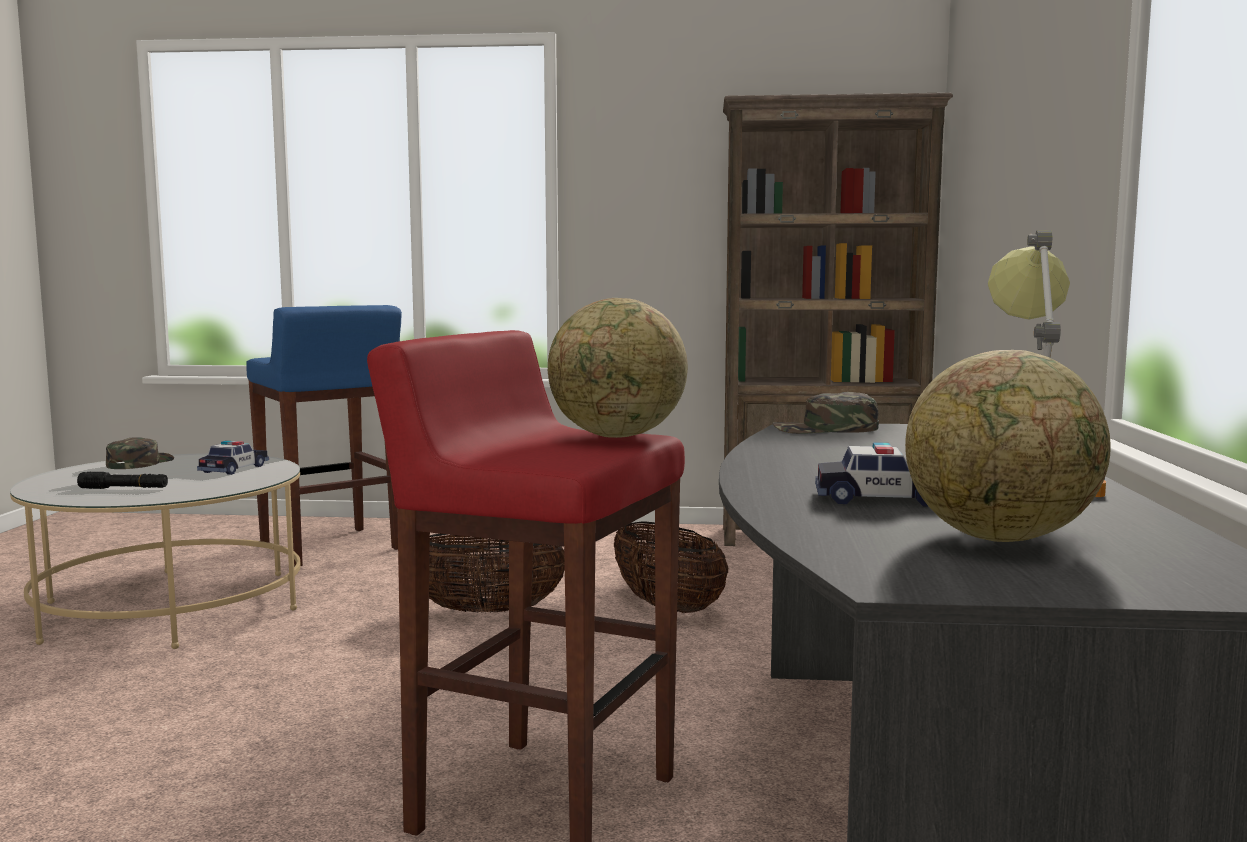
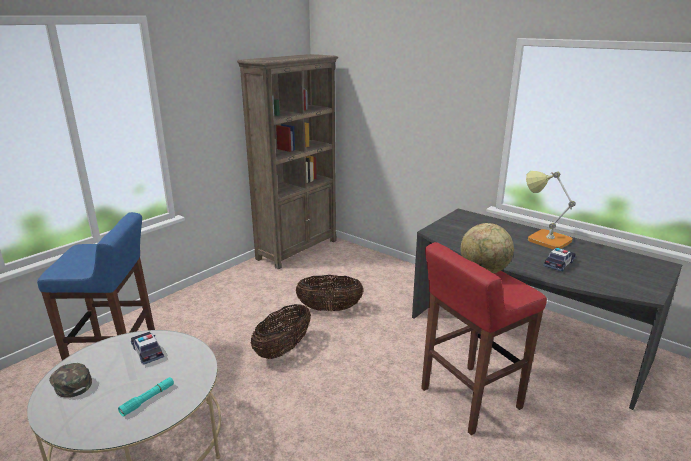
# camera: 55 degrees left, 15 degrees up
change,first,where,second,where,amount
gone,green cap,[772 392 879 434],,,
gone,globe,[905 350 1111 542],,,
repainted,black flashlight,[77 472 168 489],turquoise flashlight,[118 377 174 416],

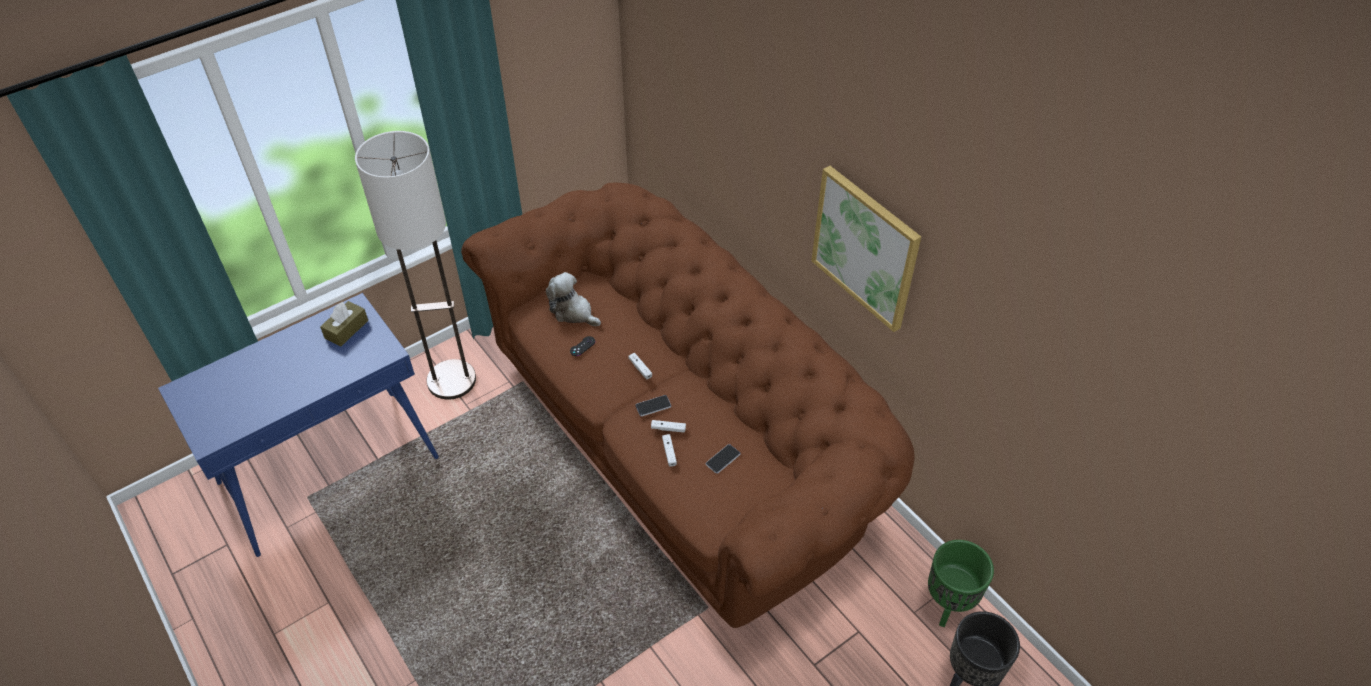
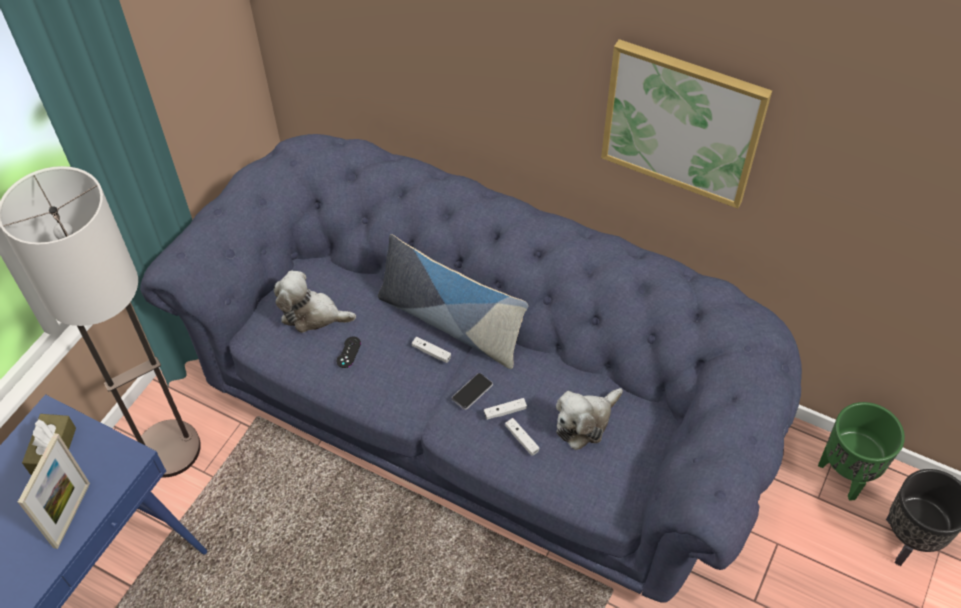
# camera: 25 degrees left, 5 degrees up
change,first,where,second,where,amount
new,,,picture frame,[18 433 90 549],
new,,,pillow,[378 234 528 369],
swapped,phone,[706 444 740 474],plush toy,[556 388 623 450],
repainted,brown sofa,[461 182 914 628],blue sofa,[140 134 802 603],

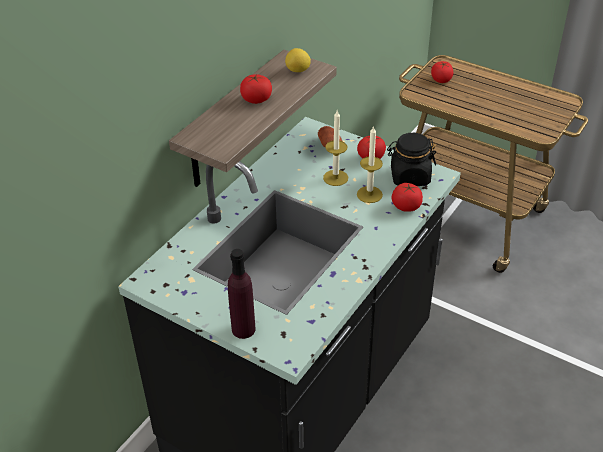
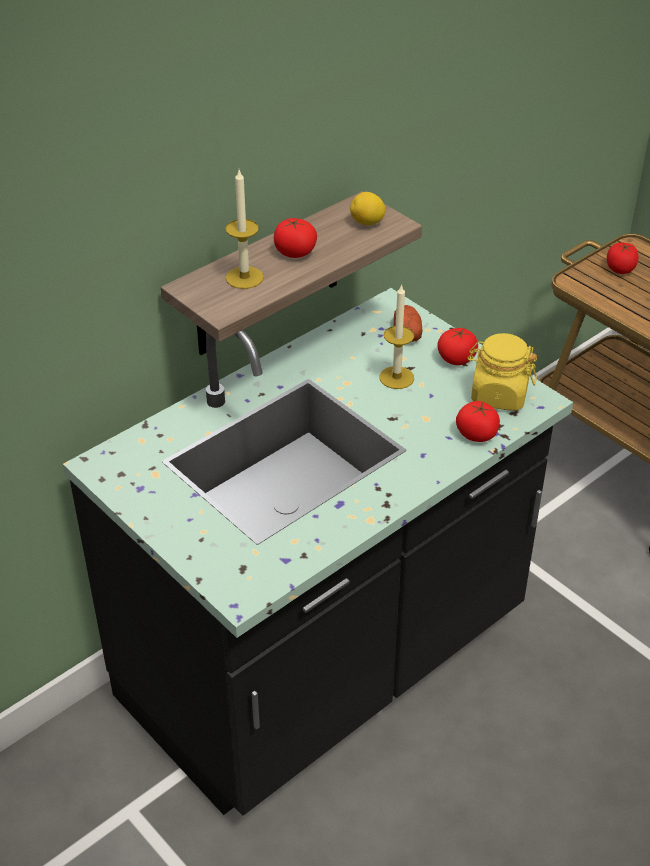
# camera: 15 degrees right, 0 degrees up
change,first,where,second,where,amount
gone,purple bottle,[228 249 256 339],,,
shifted,candle,[357 126 383 203],,[225 170 264 289],
repainted,black jar,[387 133 436 186],yellow jar,[467 333 537 411],

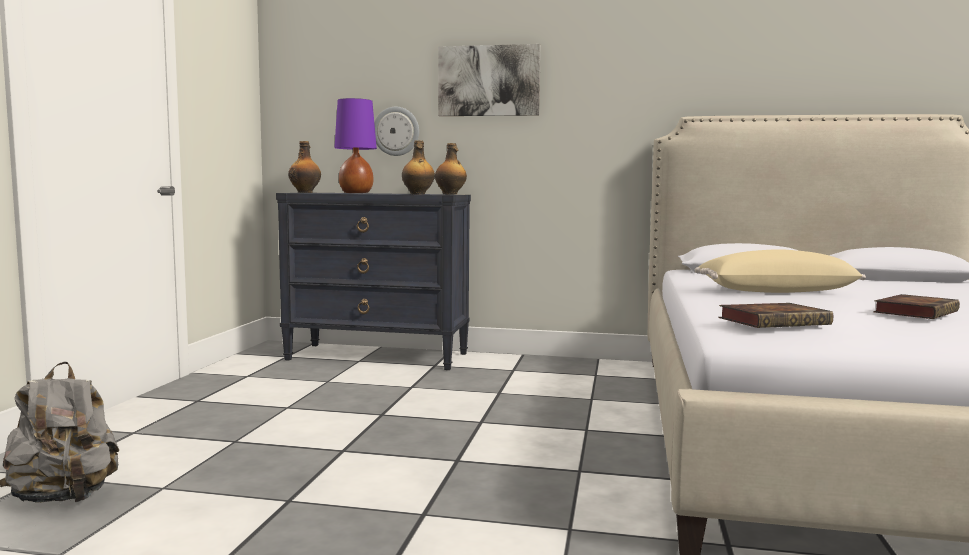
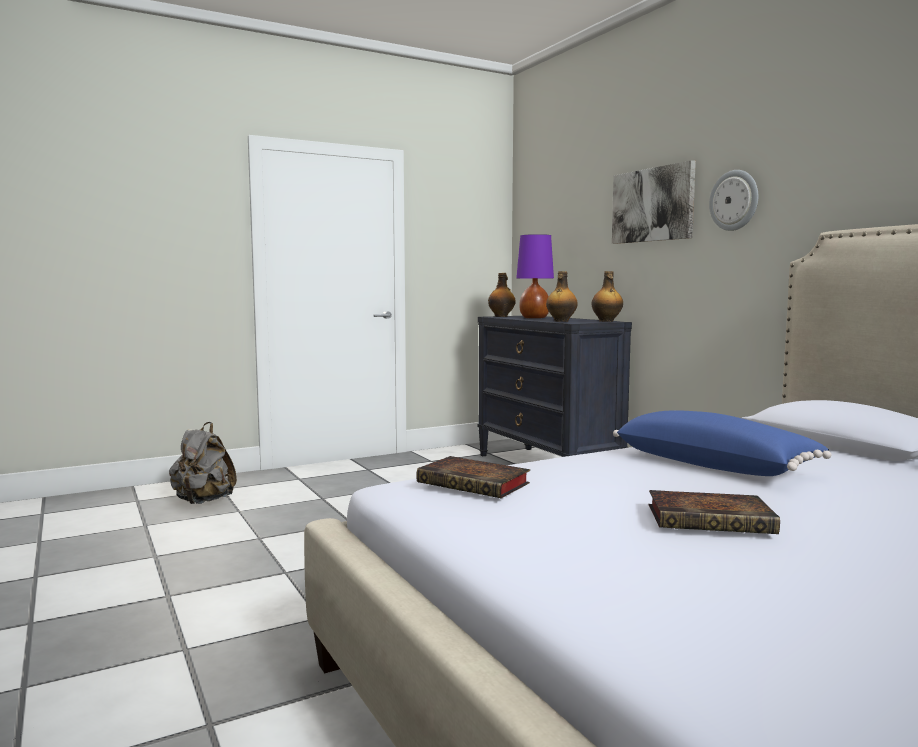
# camera: 50 degrees right, 0 degrees up
change,first,where,second,where,amount
shifted,wall clock,[374 107 419 156],,[709 170 758 231],
repainted,beige pillow,[695 249 866 293],blue pillow,[613 410 832 476],

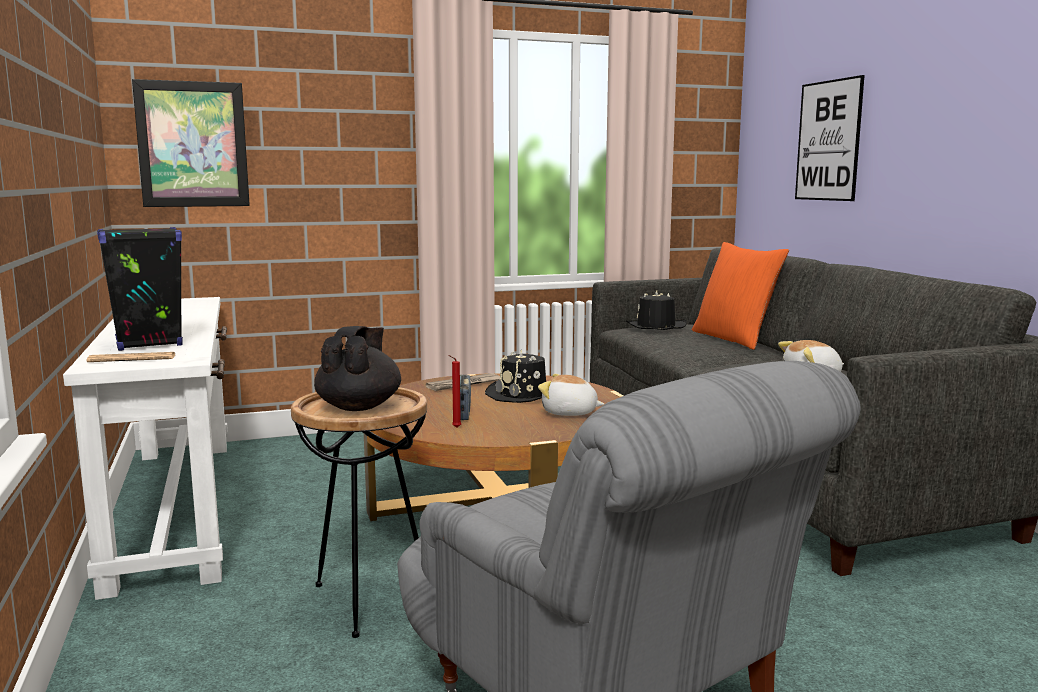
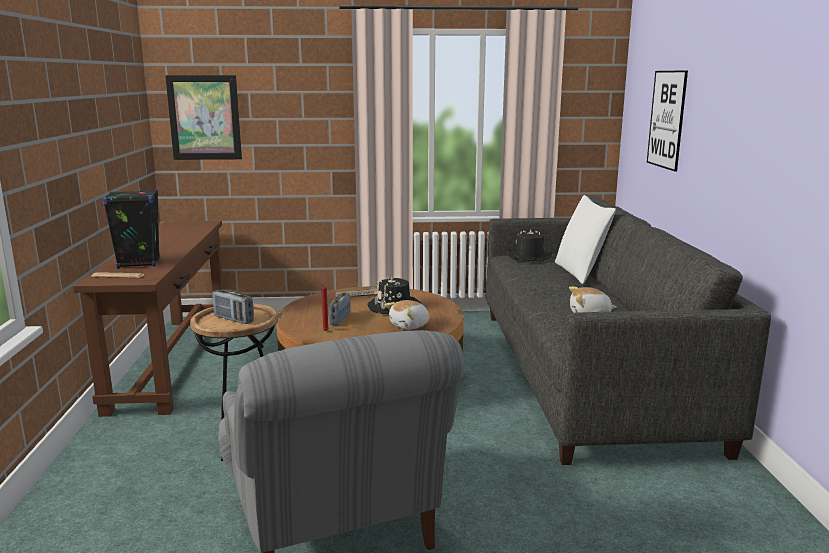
# camera: 15 degrees right, 5 degrees up
change,first,where,second,where,amount
swapped,black teapot,[314 326 401 411],radio,[212 289 254 324],
repainted,white console table,[63 297 228 600],brown console table,[73 221 224 417],
repainted,orange pillow,[692 242 789 350],white pillow,[555 195 616 284],
rotated,plush toy,[538 374 604 416],,[385 300 429 330],75 degrees counterclockwise

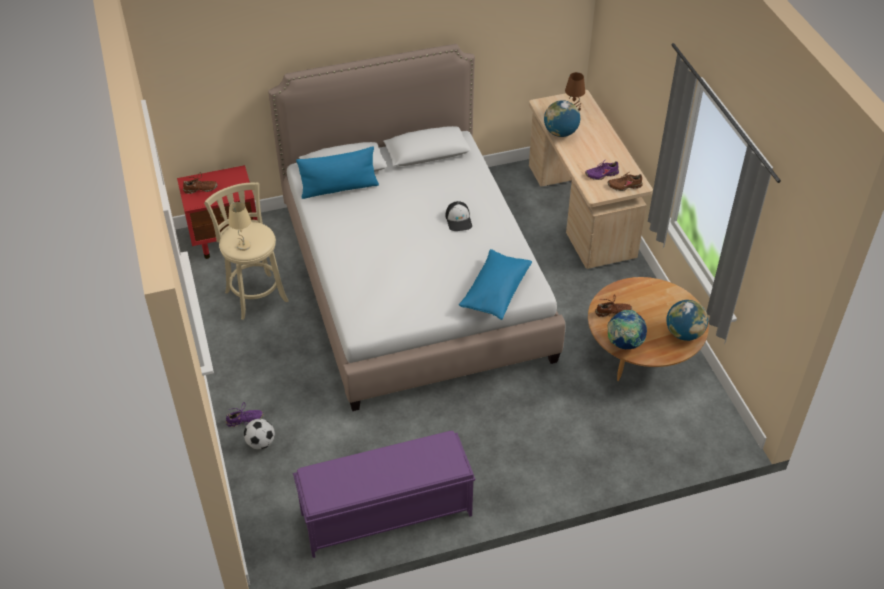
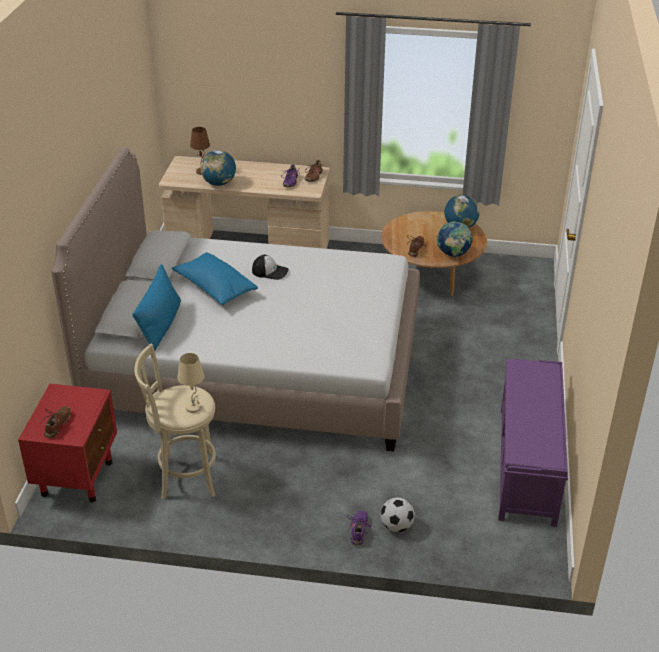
# camera: 65 degrees left, 10 degrees down
change,first,where,second,where,amount
shifted,blue pillow,[459 249 532 320],,[172 252 258 305],

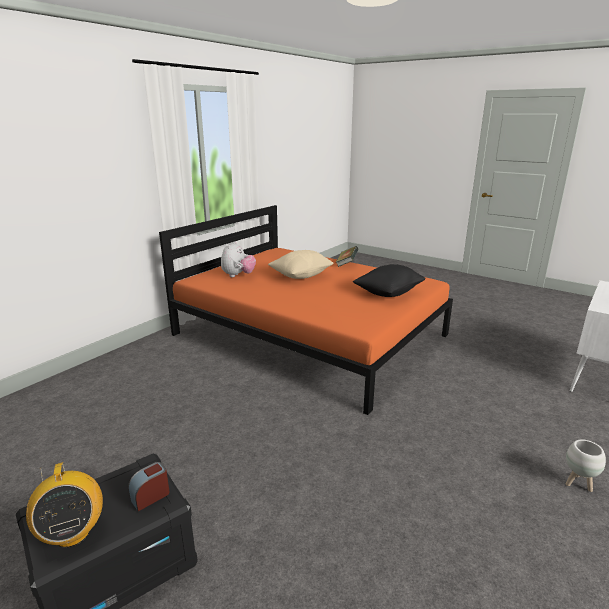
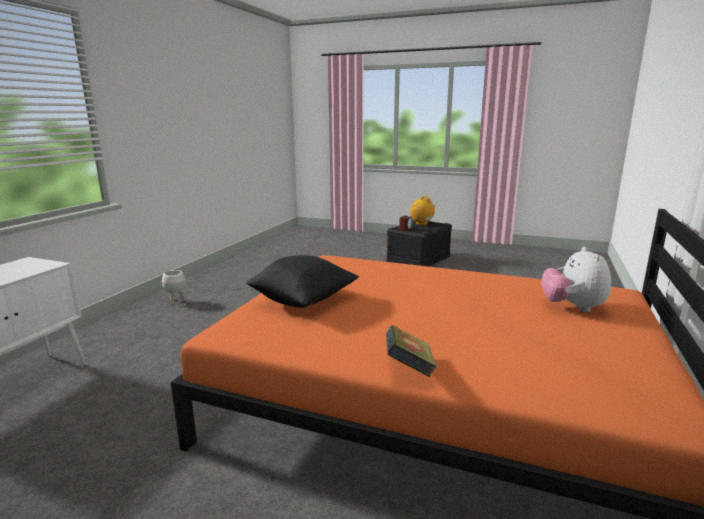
# camera: 165 degrees right, 5 degrees down
change,first,where,second,where,amount
gone,beige pillow,[268 250 333 279],,,

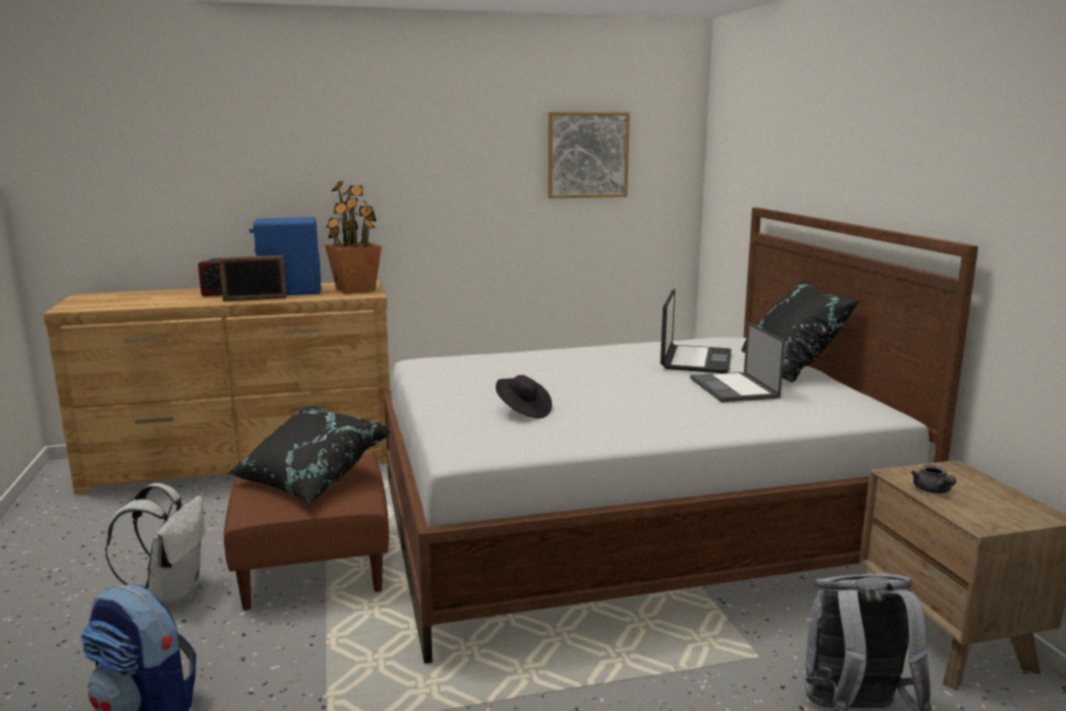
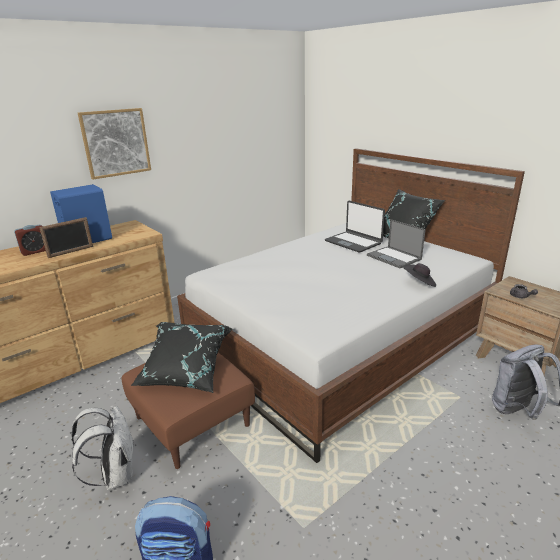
# camera: 25 degrees left, 10 degrees up
change,first,where,second,where,amount
gone,potted plant,[325 181 382 294],,,
shifted,black hat,[496 375 552 419],,[403 263 436 287],
shifted,picture,[548 112 630 198],,[78 108 151 180],
rotated,laptop,[660 289 731 373],,[325 201 385 252],150 degrees clockwise

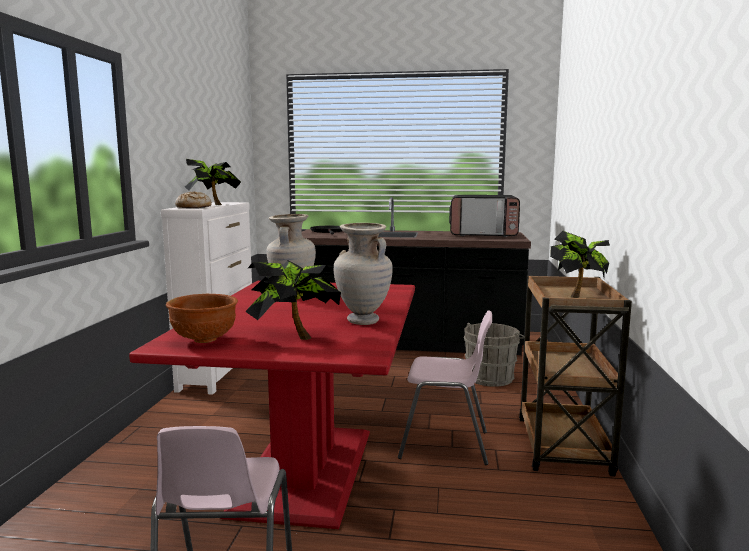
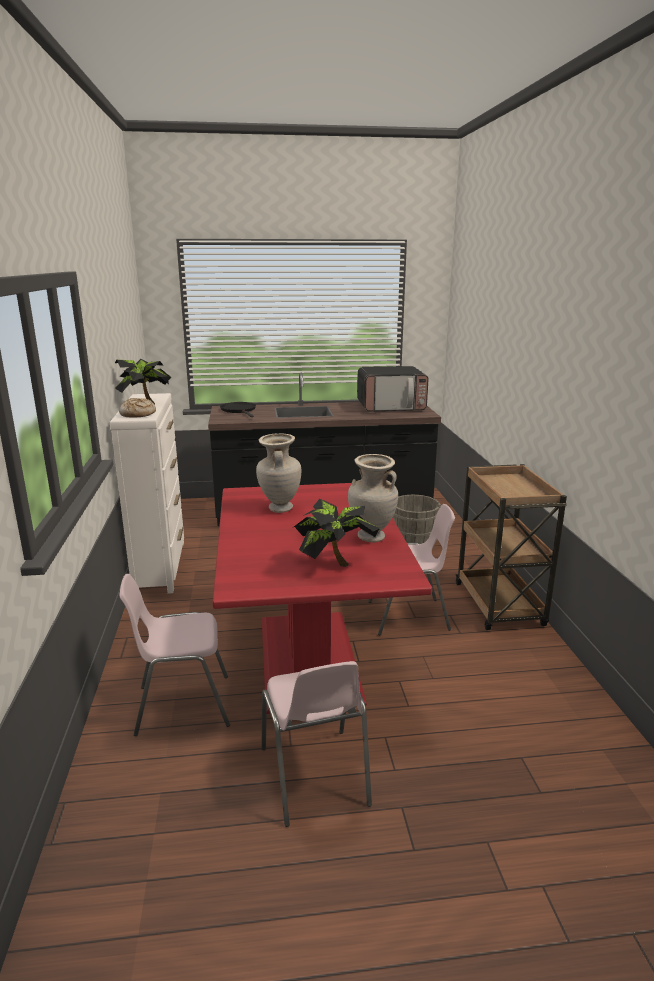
# camera: 15 degrees left, 10 degrees up
change,first,where,second,where,amount
gone,brown bowl,[166 294 238 343],,,
gone,potted plant,[550 231 610 298],,,
new,,,pink chair,[119 573 230 736],

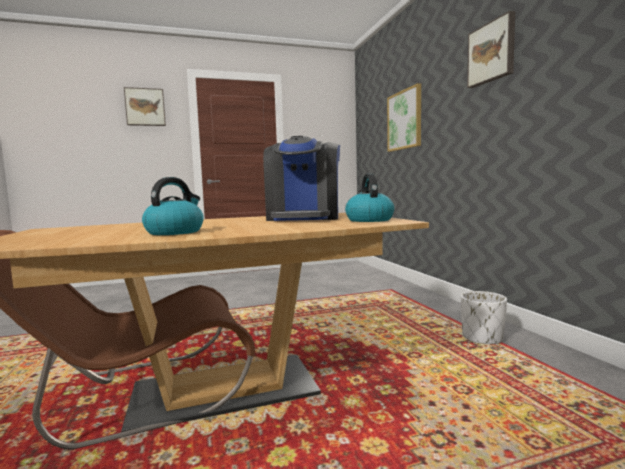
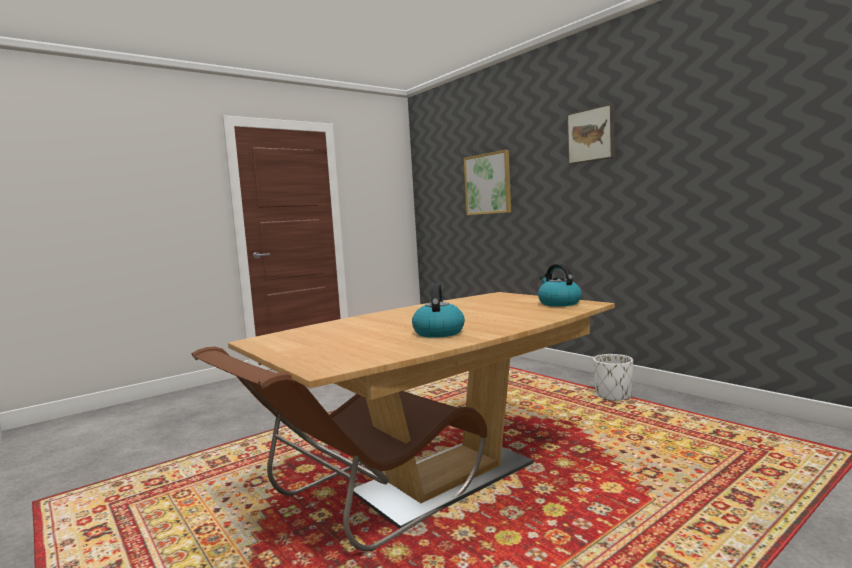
# camera: 20 degrees left, 0 degrees up
change,first,where,second,where,amount
gone,picture,[124 87 166 126],,,
gone,coffee machine,[263 136 340 221],,,

